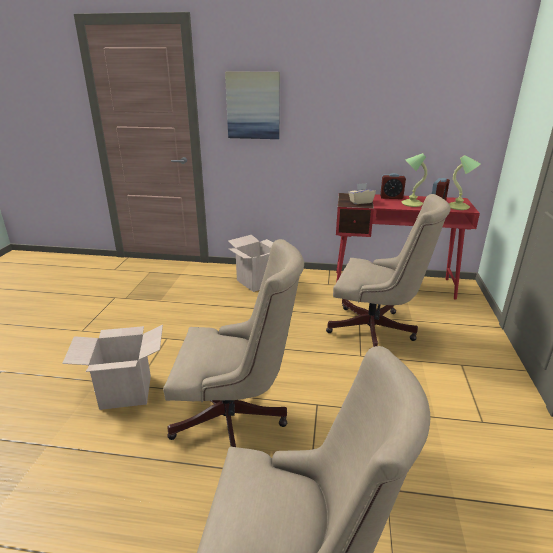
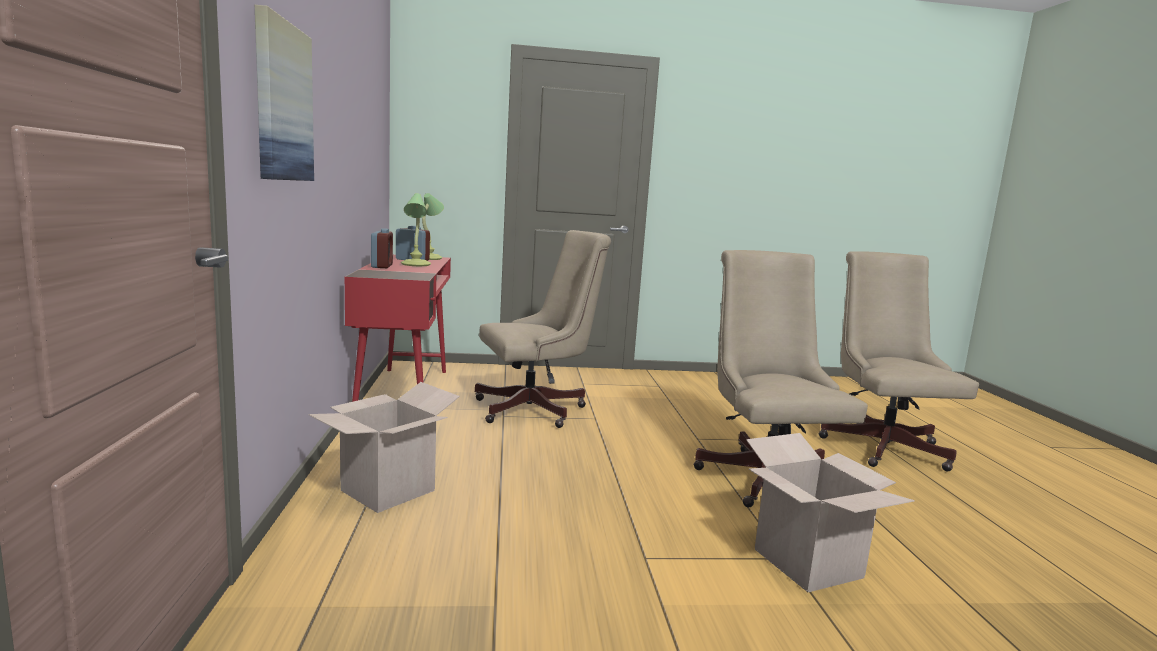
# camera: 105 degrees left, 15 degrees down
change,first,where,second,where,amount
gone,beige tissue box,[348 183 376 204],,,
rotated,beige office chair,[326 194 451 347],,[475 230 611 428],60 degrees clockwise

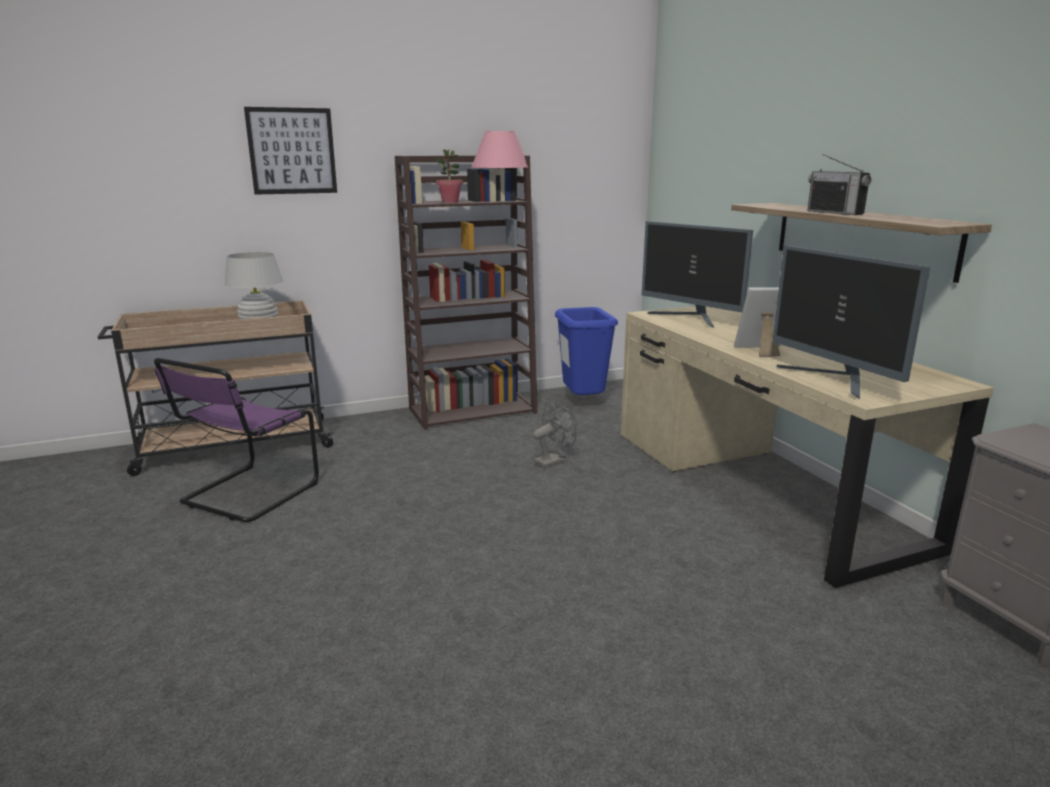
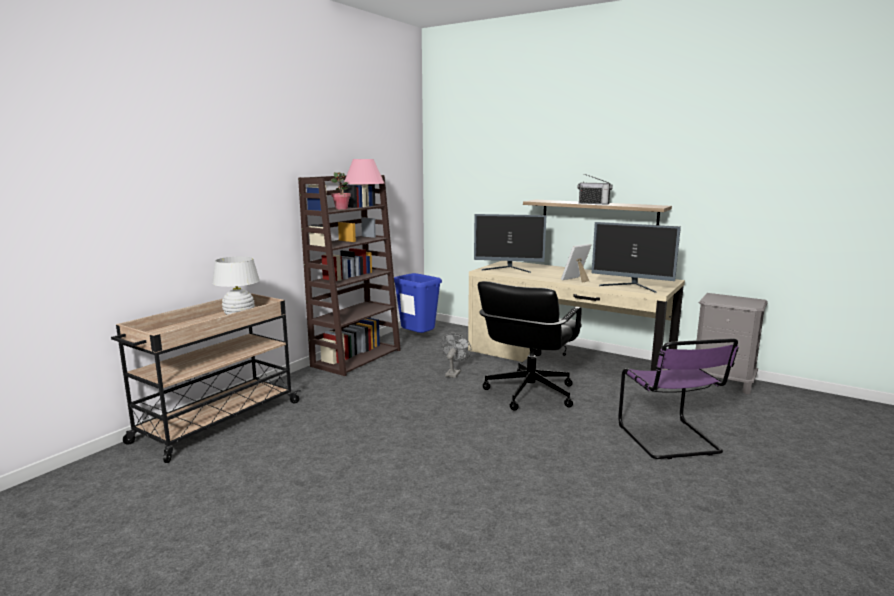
# camera: 35 degrees left, 5 degrees down
change,first,where,second,where,amount
gone,picture,[244 107 337 195],,,
new,,,black office chair,[478 281 582 411],
shifted,purple chair,[154 358 319 522],,[618 339 739 459],

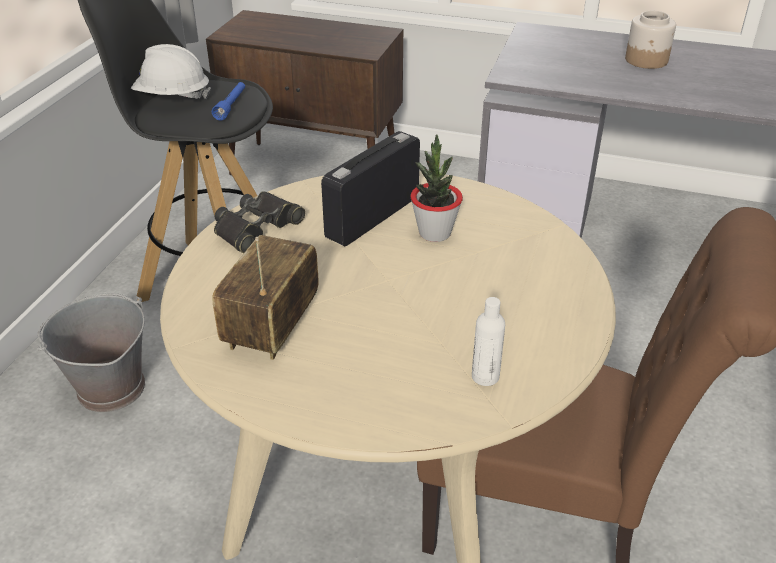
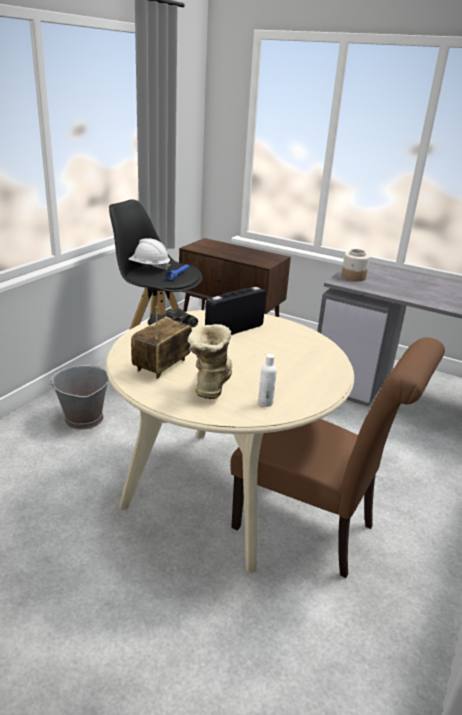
# camera: 10 degrees right, 10 degrees down
change,first,where,second,where,amount
gone,potted plant,[410 134 463 242],,,
new,,,boot,[188 324 232 399],
shifted,jar,[625 11 676 69],,[341 249 370 281],

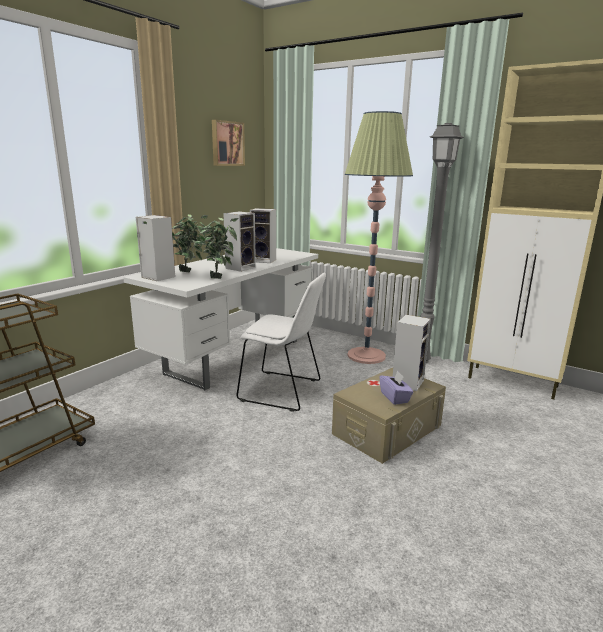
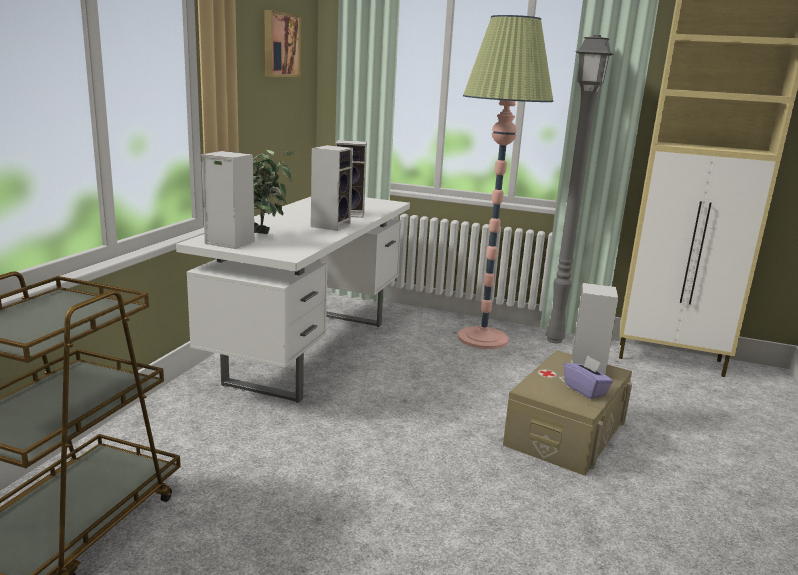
# camera: 15 degrees left, 0 degrees up
change,first,where,second,where,amount
gone,potted plant,[195 218 238 279],,,
gone,white chair,[236 273 326 412],,,

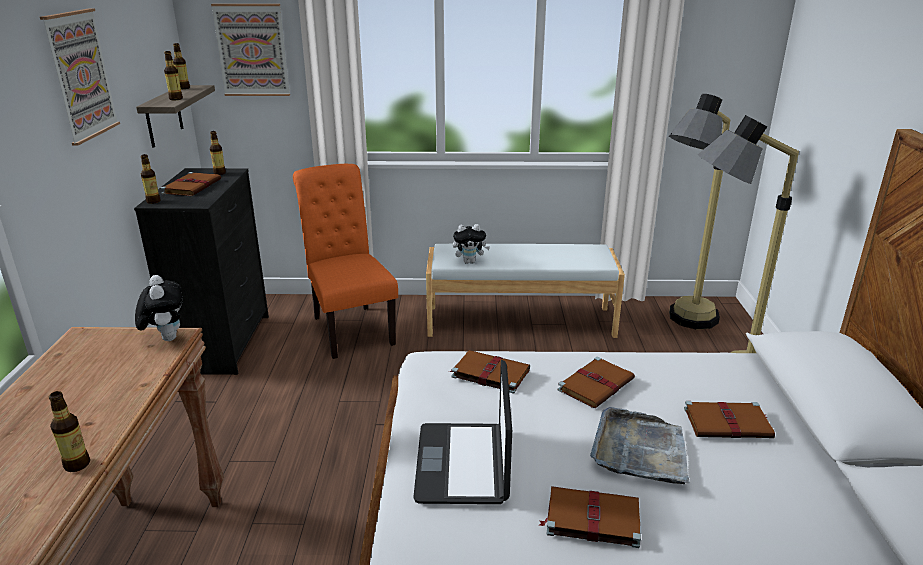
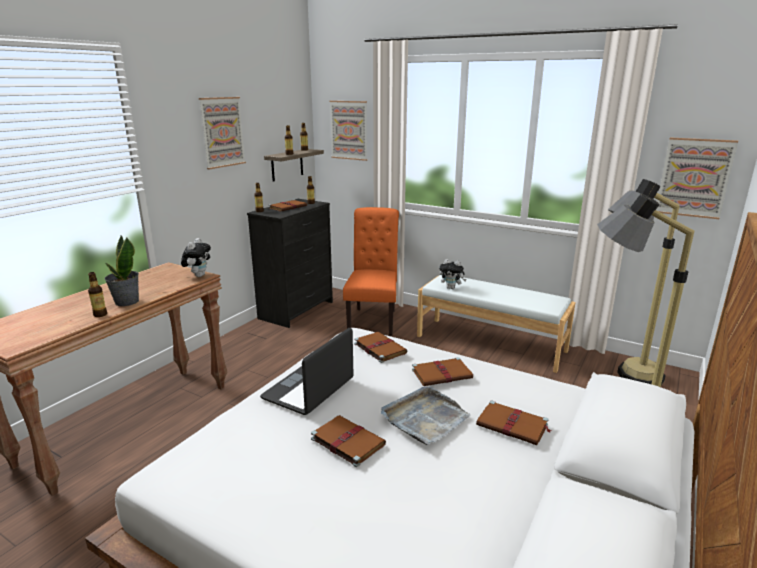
# camera: 30 degrees right, 5 degrees down
change,first,where,second,where,amount
new,,,potted plant,[104 235 139 306],
new,,,picture,[656 137 738 219],

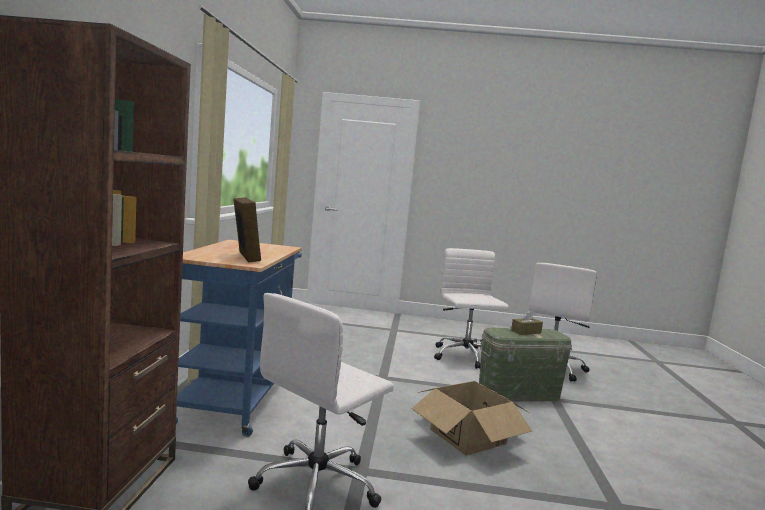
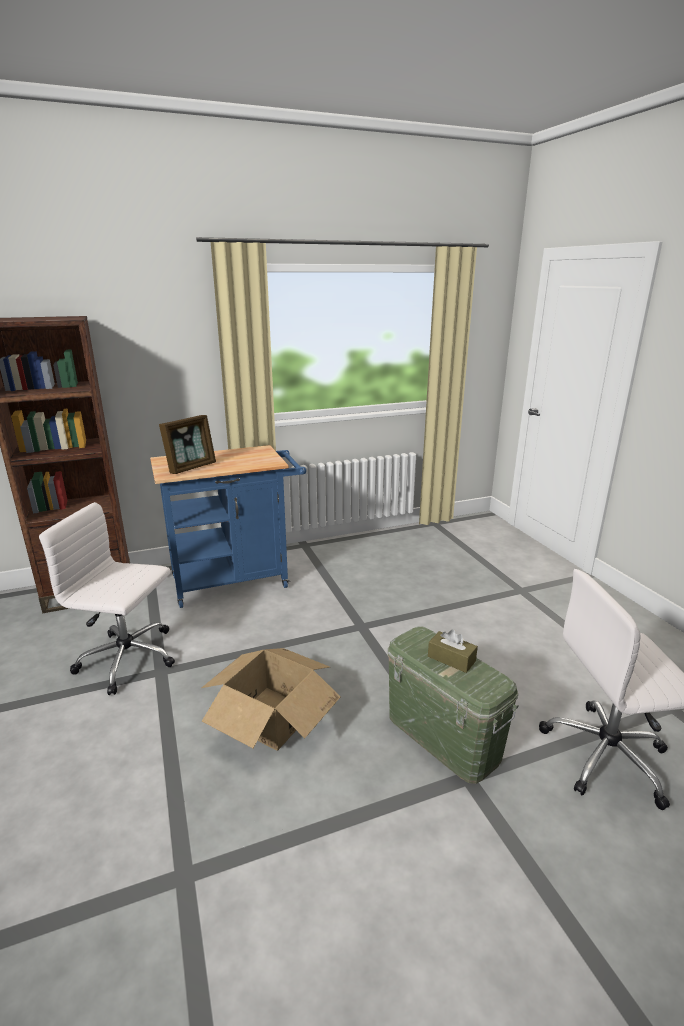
# camera: 65 degrees right, 15 degrees up
change,first,where,second,where,amount
gone,white office chair,[434 248 509 369],,,

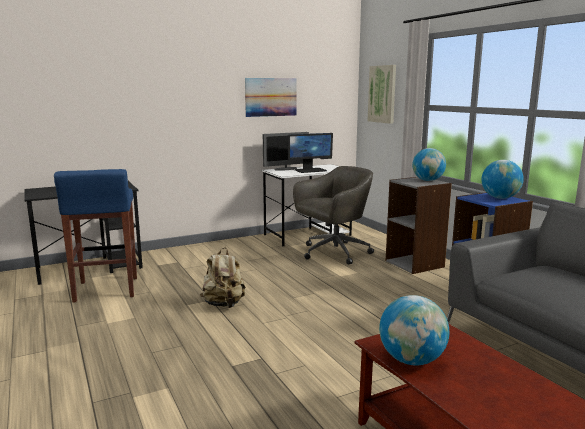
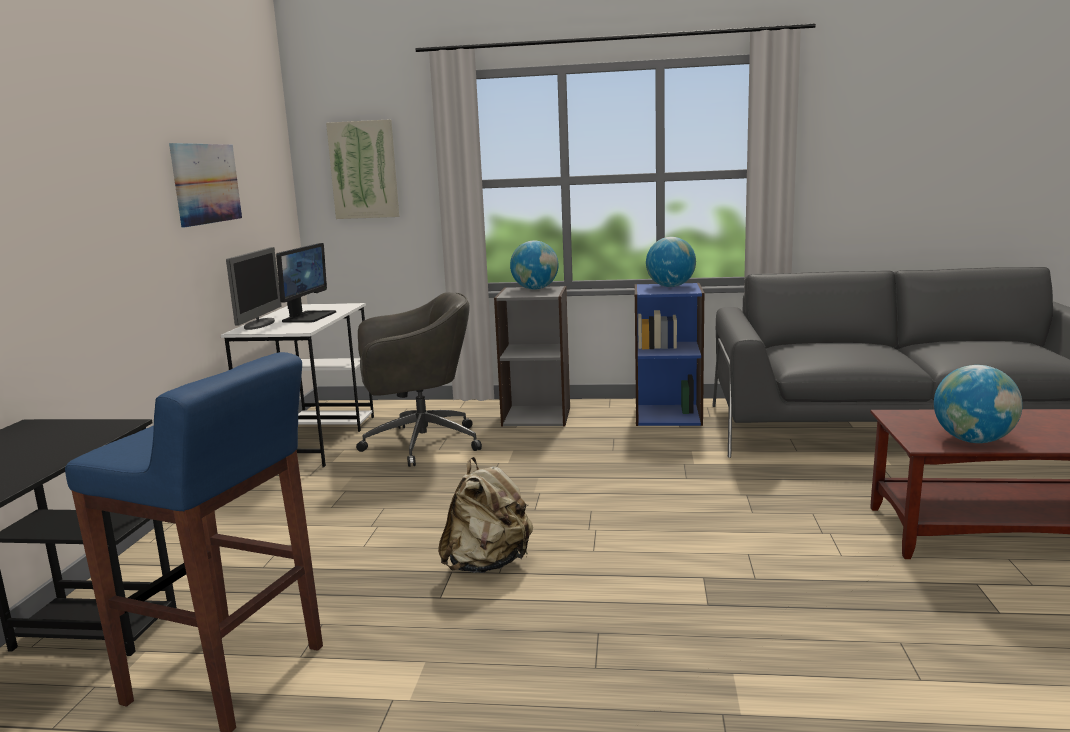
# camera: 55 degrees left, 0 degrees up
change,first,where,second,where,amount
rotated,grey office chair,[293 166 374 265],,[356 292 482 467],75 degrees clockwise

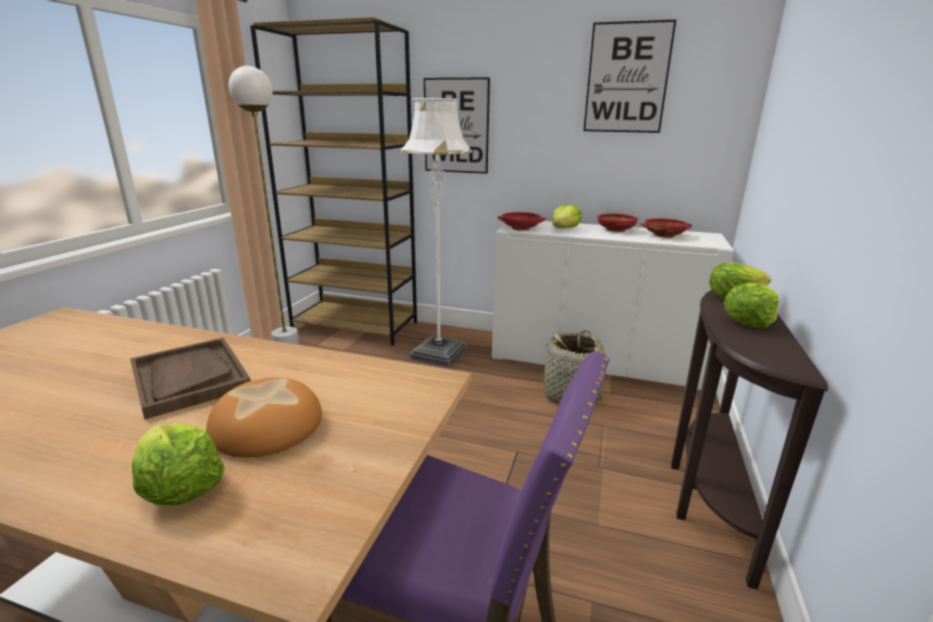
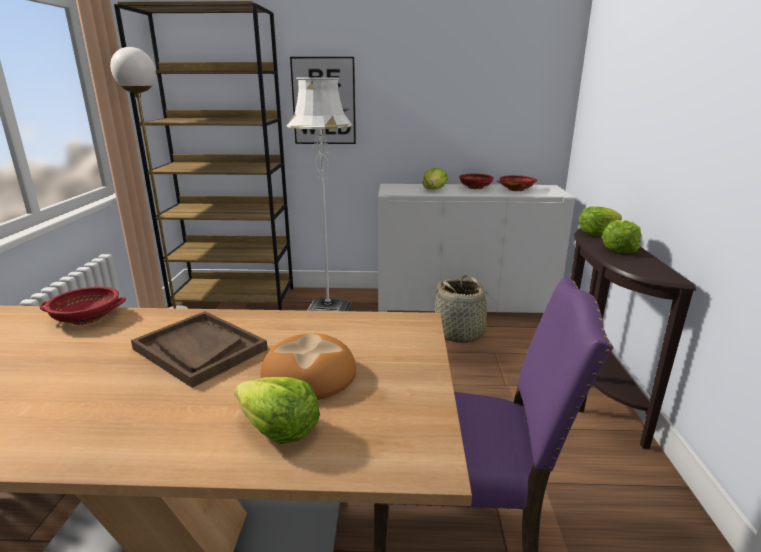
# camera: 15 degrees left, 0 degrees up
change,first,where,second,where,amount
gone,picture,[583 20 676 133],,,
shifted,red bowl,[497 212 546 231],,[39 287 126 325],

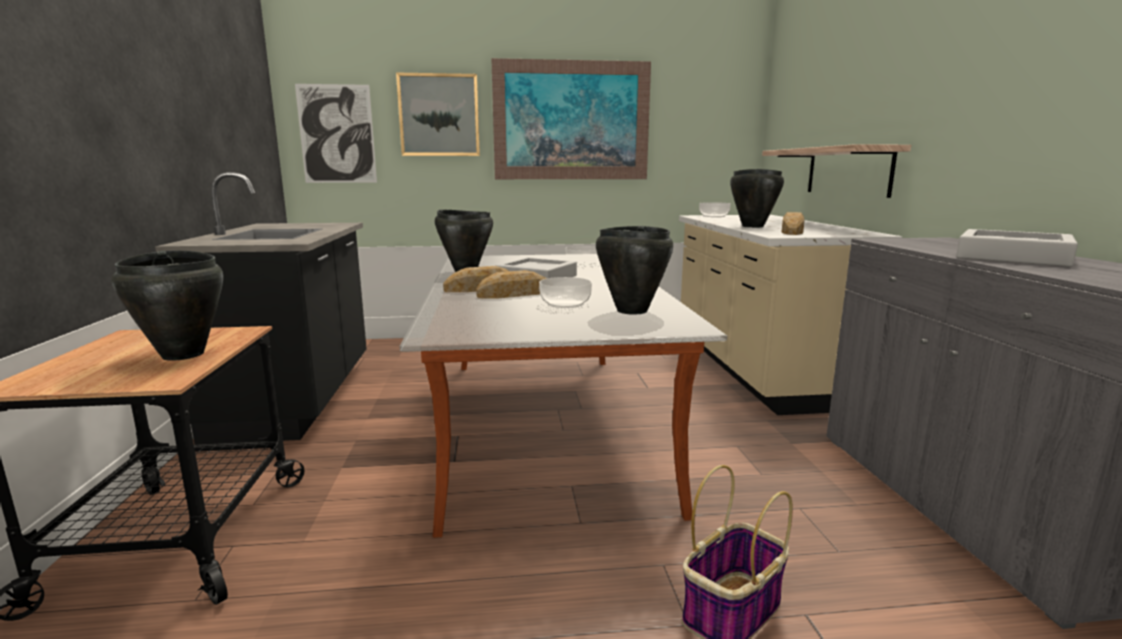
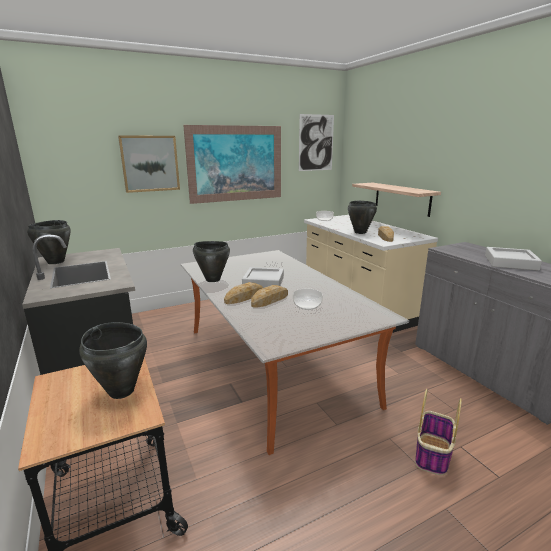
# camera: 20 degrees left, 5 degrees up
change,first,where,second,where,amount
shifted,picture,[295 84 377 183],,[299 114 334 171],
shifted,black cooking pot,[596 226 673 315],,[27 220 71 264],

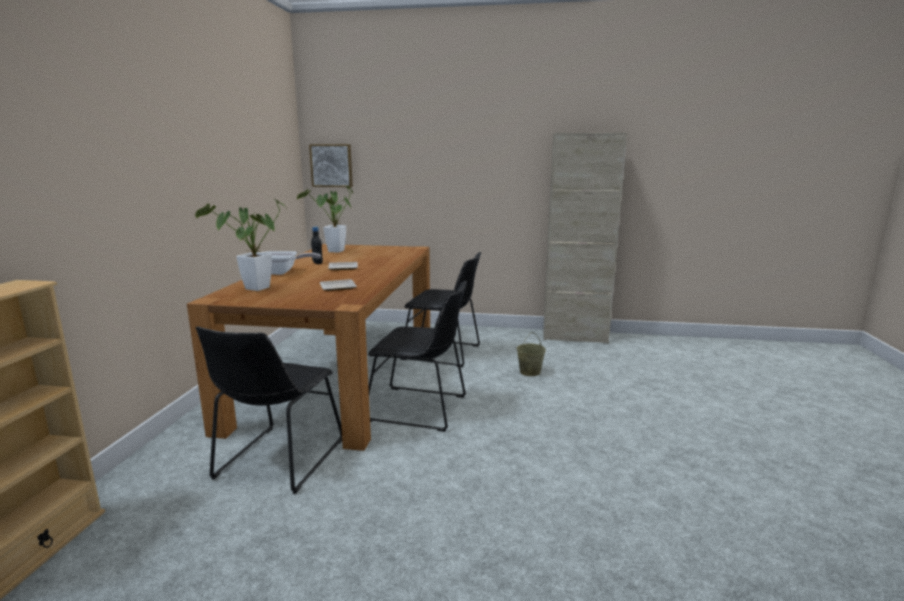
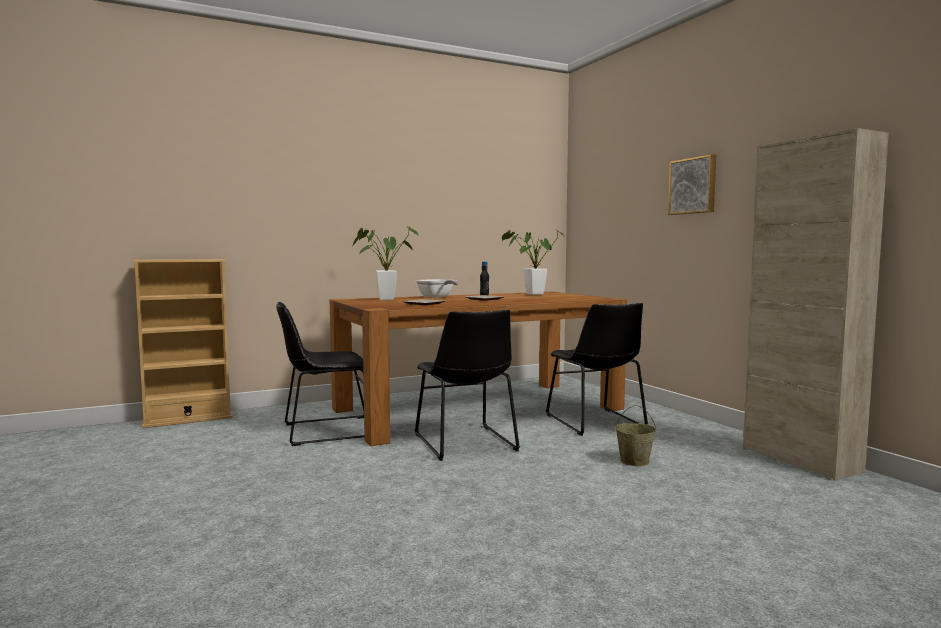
# camera: 55 degrees right, 10 degrees down
change,first,where,second,where,amount
shifted,picture,[309 144 353 187],,[668 154 716 215],

